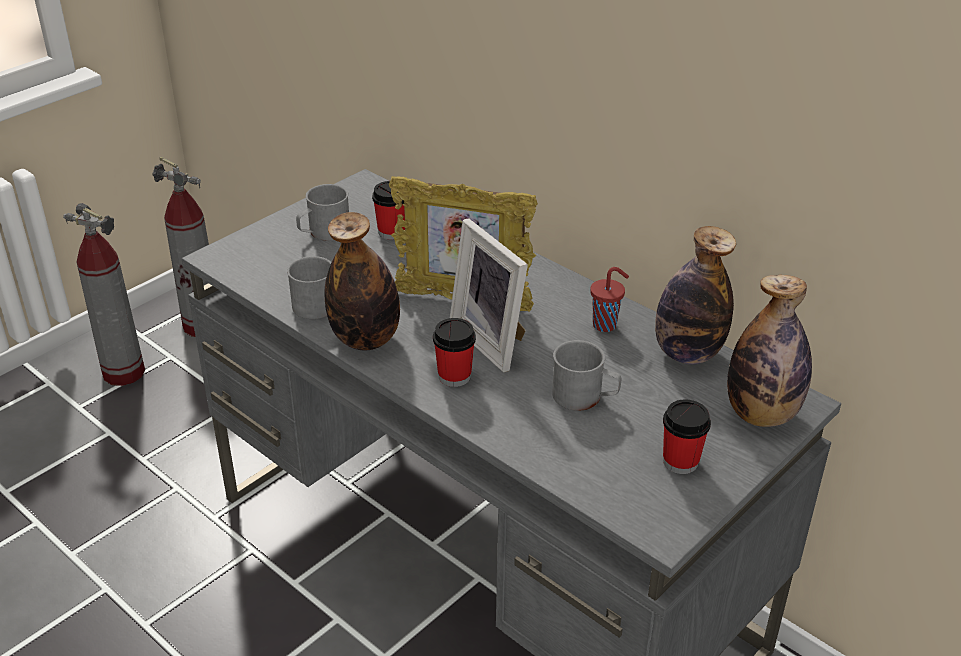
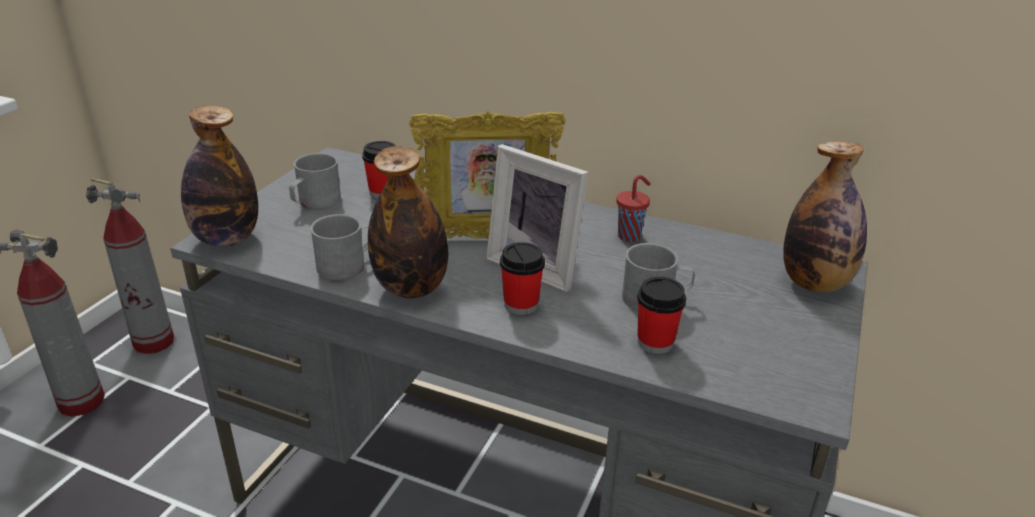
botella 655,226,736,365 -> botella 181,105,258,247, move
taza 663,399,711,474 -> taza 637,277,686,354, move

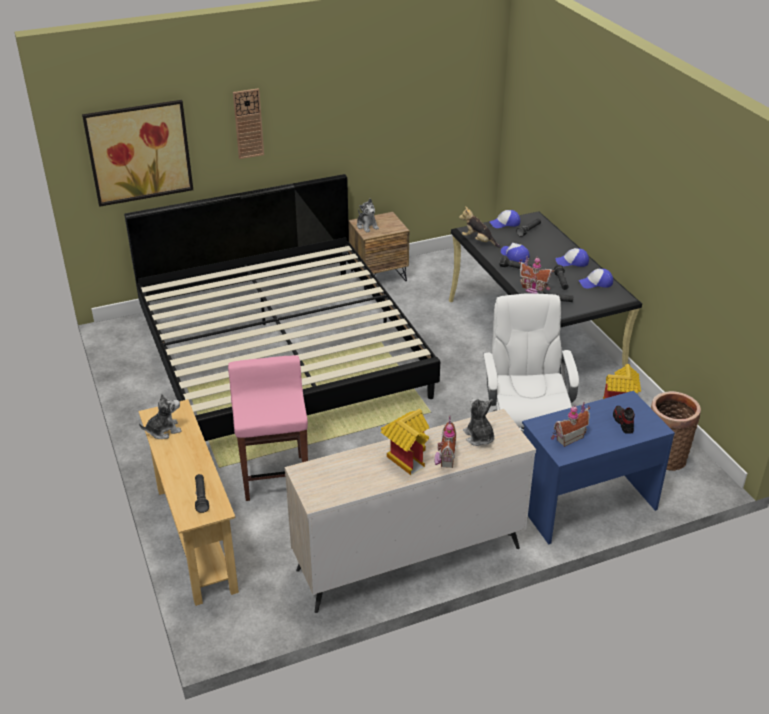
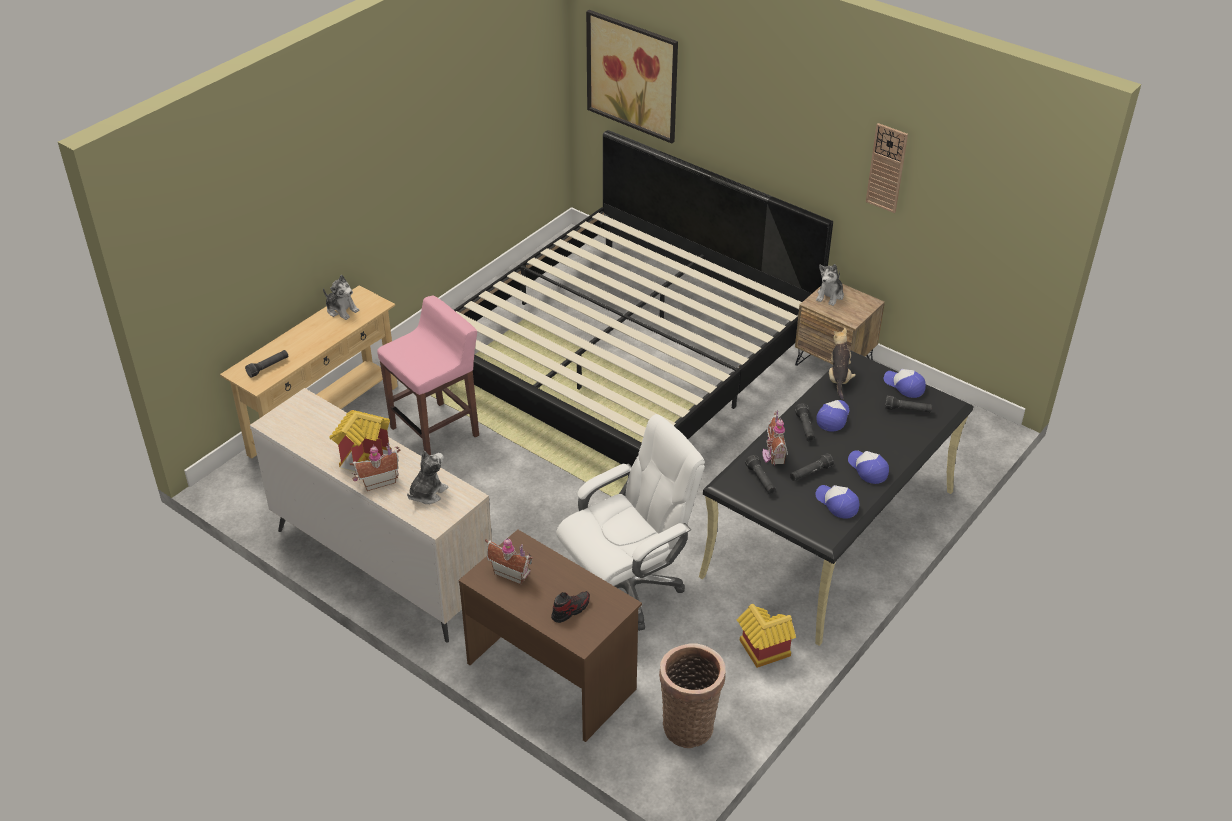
reloj de pared 233,88,264,159 -> reloj de pared 866,123,908,213, move
escritorio (azul) 522,391,675,545 -> escritorio (marrón) 458,529,642,742

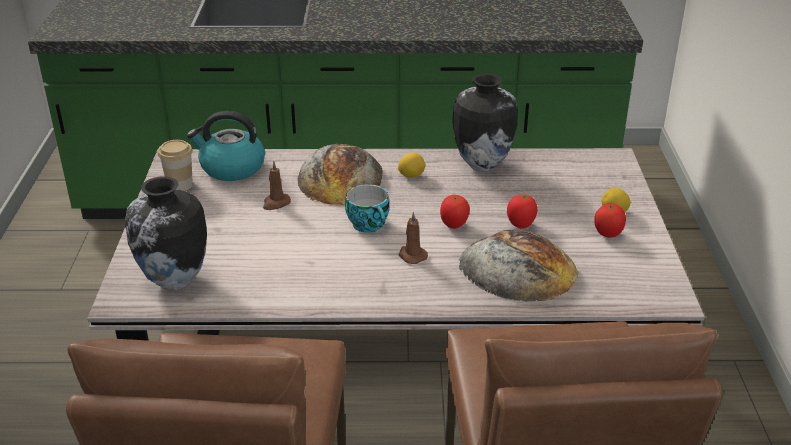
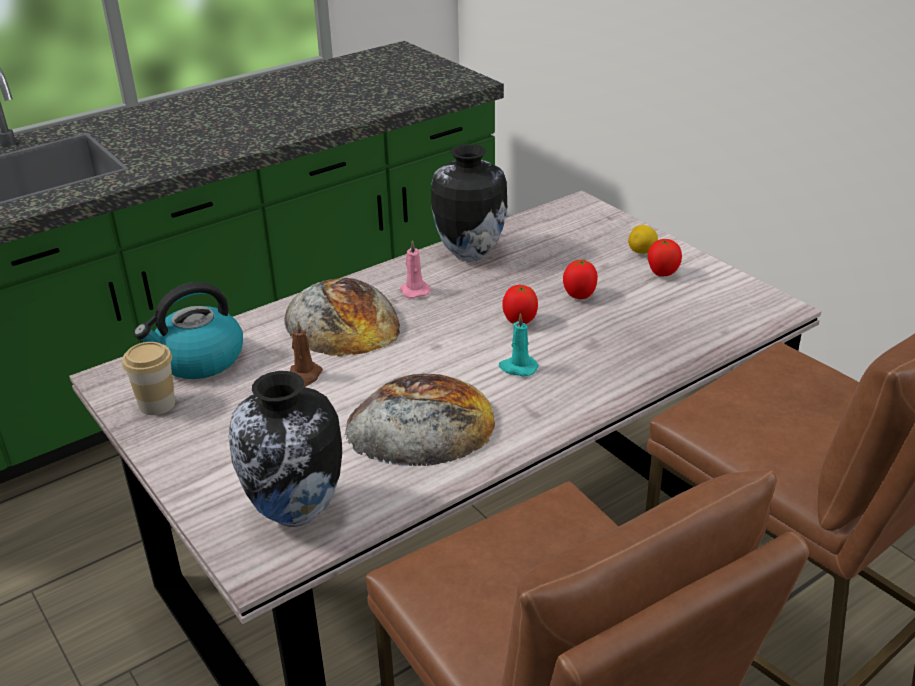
taza 345,184,390,233 -> none
limón 398,153,425,178 -> vela (rosa) 400,240,431,298
vela (marrón) 399,212,428,264 -> vela (turquesa) 499,313,539,377
pan 459,229,578,302 -> pan 345,374,495,466, move

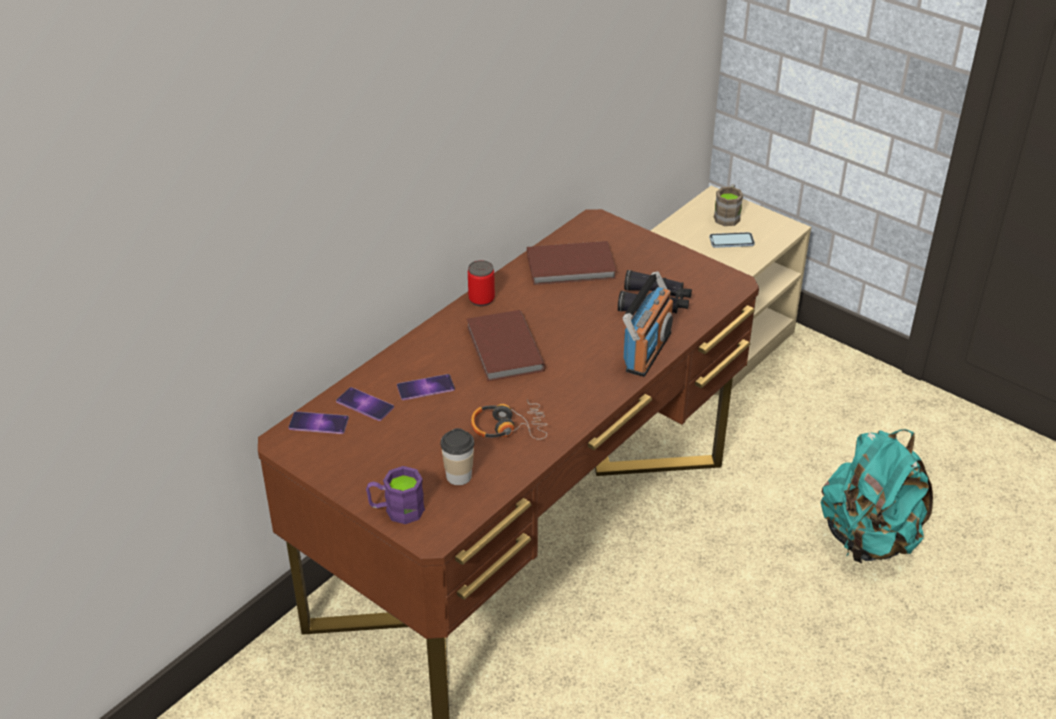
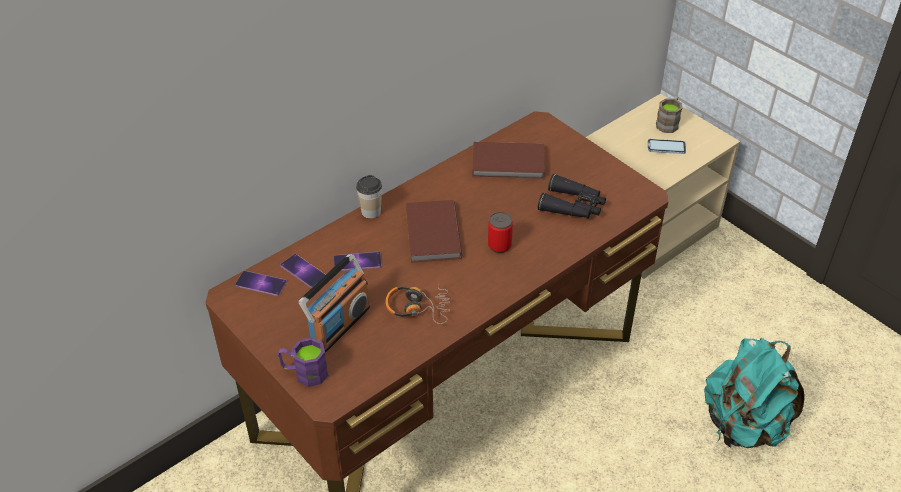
taza 441,428,474,485 -> taza 356,175,382,219, move
lata 468,260,495,306 -> lata 488,212,513,253, move
radio 623,271,673,377 -> radio 299,254,370,352, move

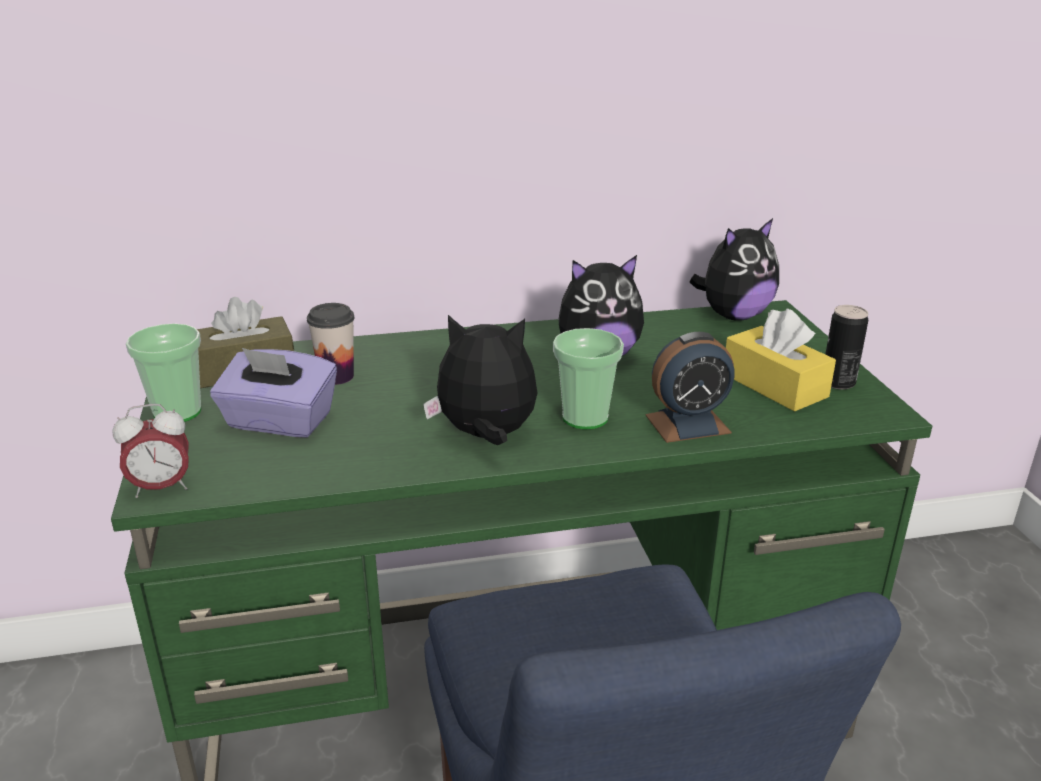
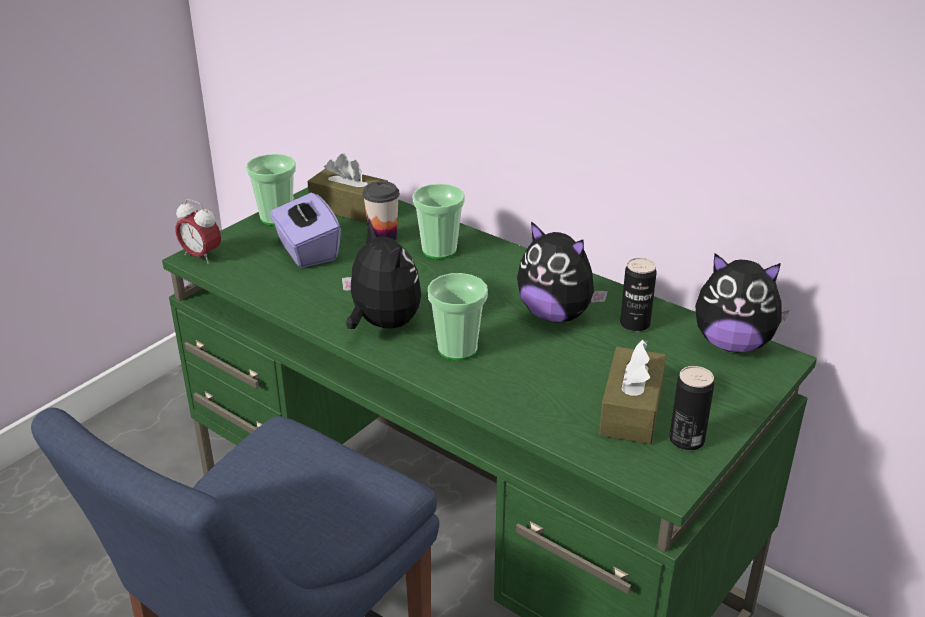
despertador 645,332,734,443 -> none
caja de pañuelos (amarillo) 726,309,836,412 -> caja de pañuelos (marrón) 599,339,666,444
none -> taza 413,184,465,259
none -> lata 620,258,657,332

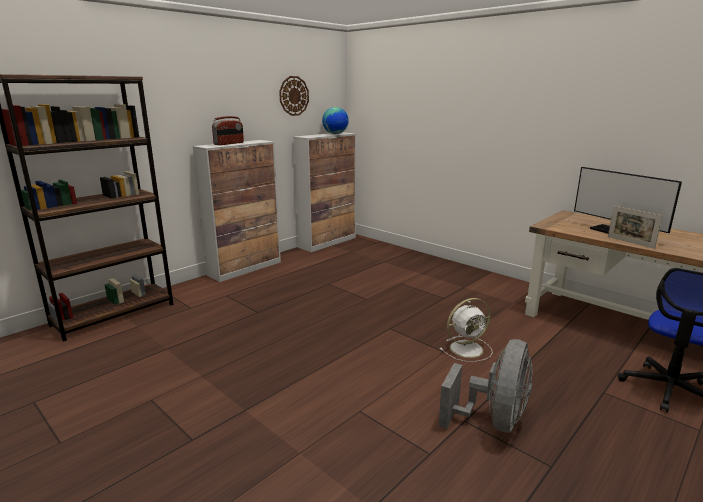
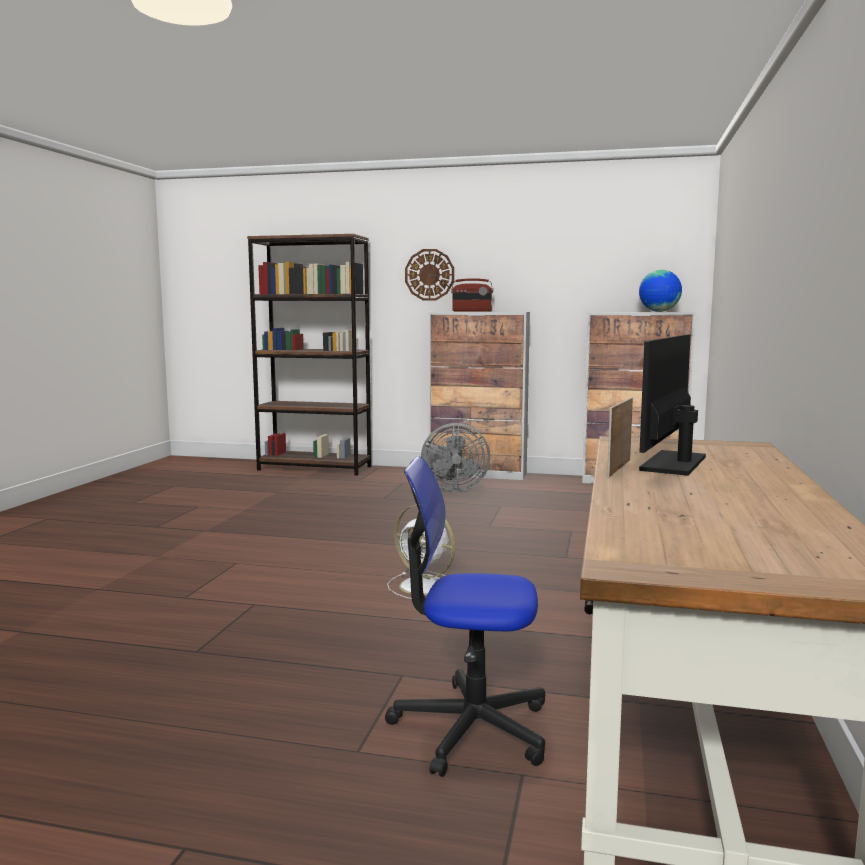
reloj de pared 279,76,309,116 -> reloj de pared 405,249,454,300, move
ventilador (gris) 438,339,532,433 -> ventilador (gris) 421,423,490,492, move

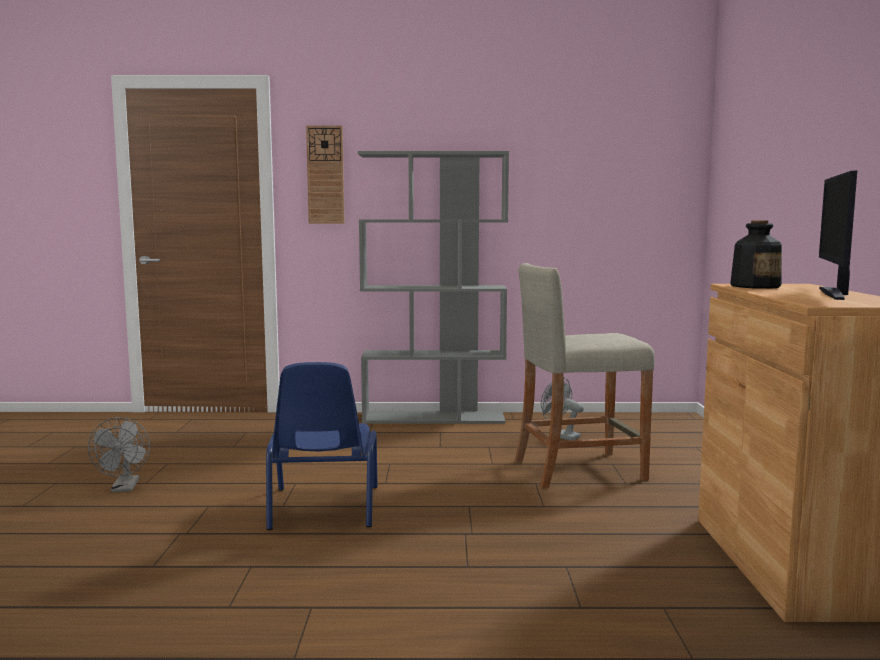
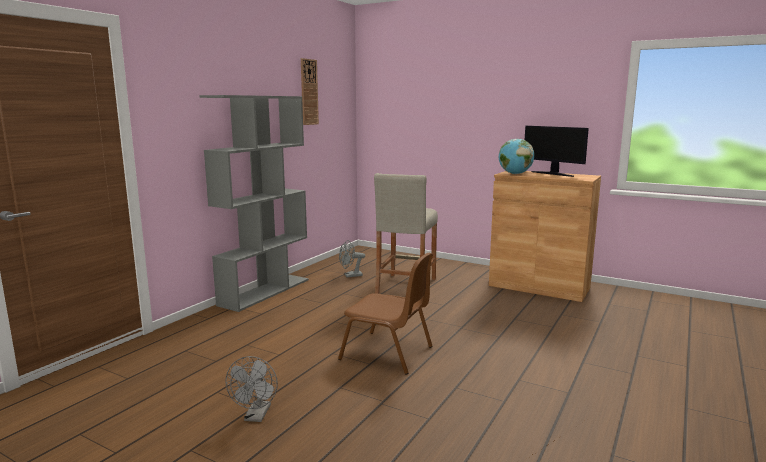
ventilador (gris) 88,417,150,492 -> ventilador (gris) 225,356,278,422, 75 degrees clockwise
silla (azul) 266,362,378,530 -> silla (marrón) 338,253,433,374
reloj de pared 306,126,345,224 -> reloj de pared 301,58,319,125, move
botella 730,220,782,289 -> globo terráqueo 499,139,534,174

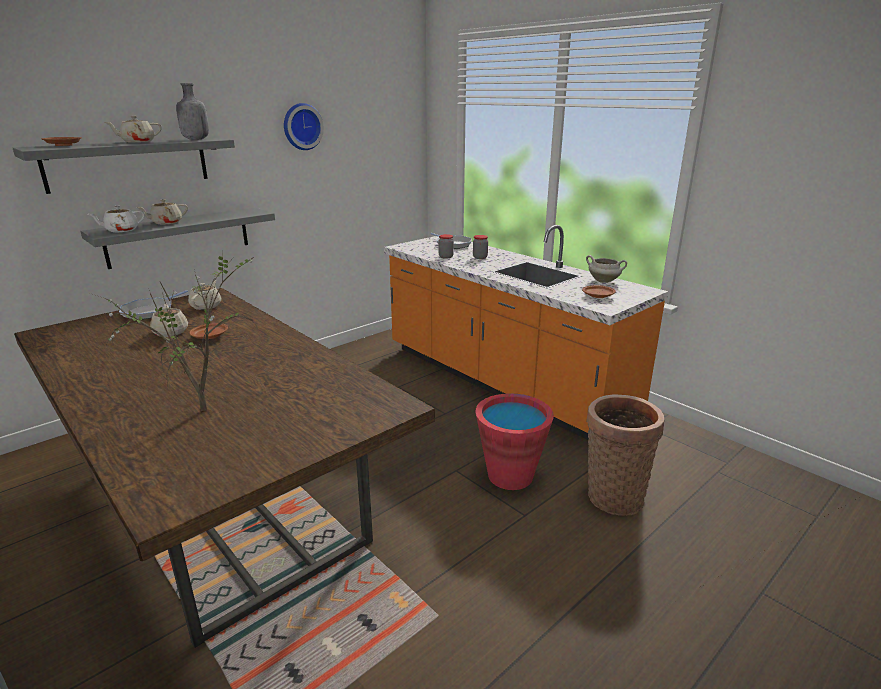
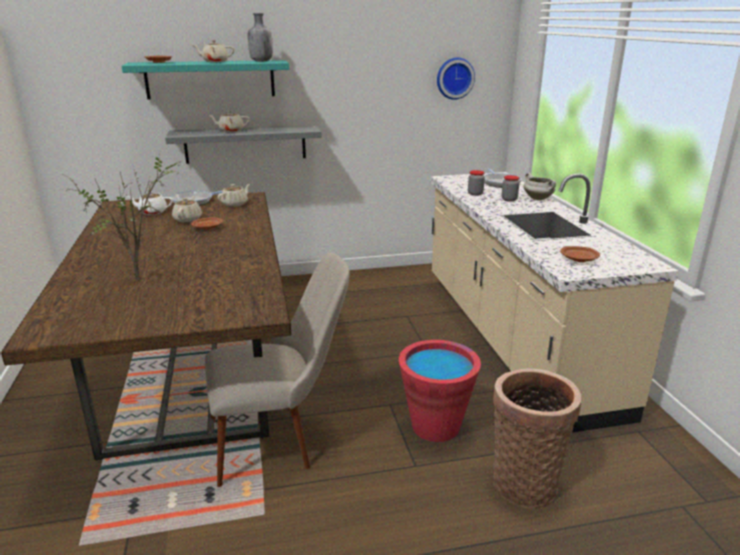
estante (gris) 13,137,235,194 -> estante (turquesa) 122,60,289,99
tetera (blanco) 88,206,145,232 -> tetera (blanco) 126,191,173,215, move
reloj de pared 284,103,324,150 -> reloj de pared 437,58,475,100, move
mueble bajo de cocina (naranja) 384,225,668,440 -> mueble bajo de cocina (beis) 430,172,679,433
olla (blanco) 586,255,627,283 -> olla (blanco) 524,173,556,200, move
none -> silla (beis) 205,253,350,487

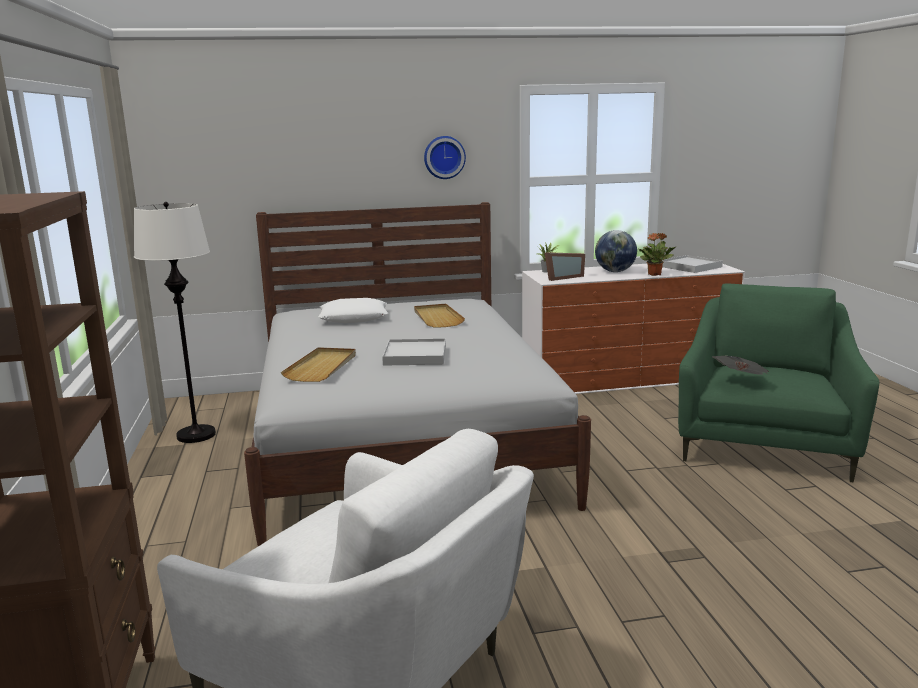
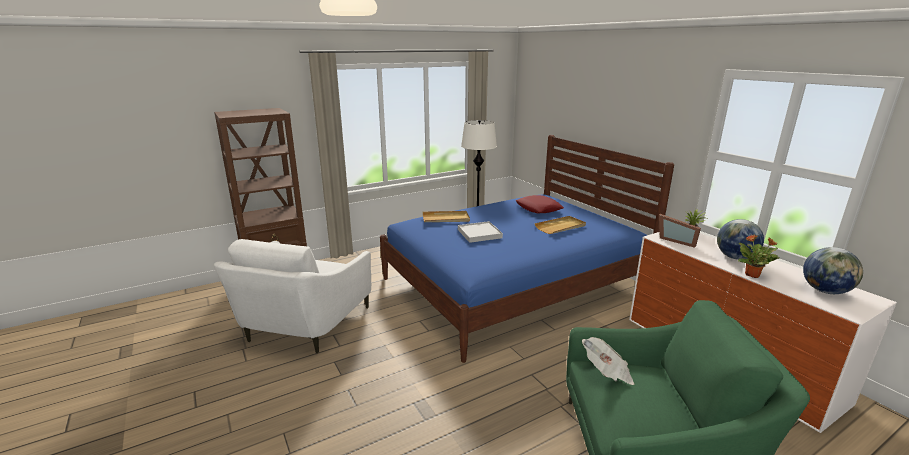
cama (blanco) 244,202,591,546 -> cama (azul) 380,135,674,363
cojín (blanco) 318,298,388,323 -> cojín (rojo) 516,195,564,213
reloj de pared 424,136,466,179 -> none
bandeja (blanco) 662,255,723,273 -> globo terráqueo 803,247,863,294

